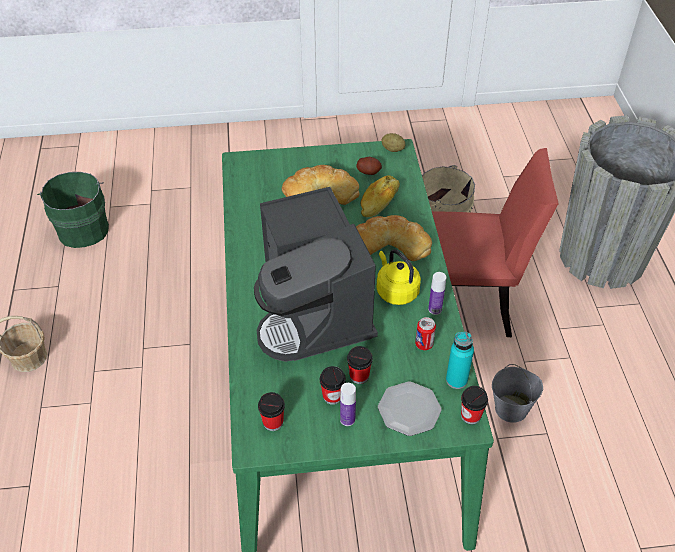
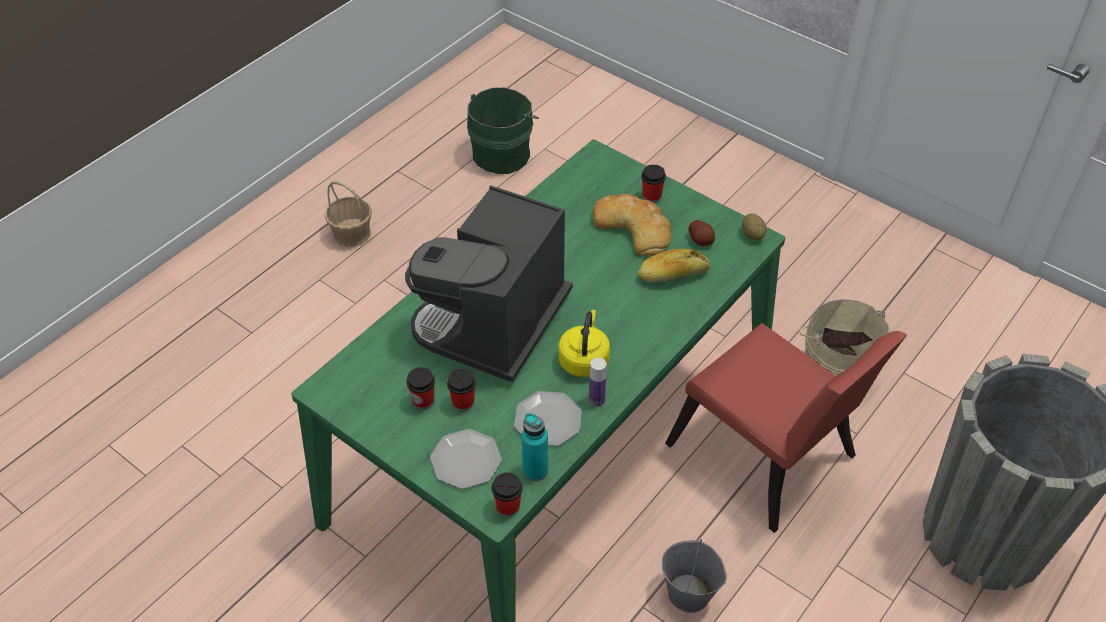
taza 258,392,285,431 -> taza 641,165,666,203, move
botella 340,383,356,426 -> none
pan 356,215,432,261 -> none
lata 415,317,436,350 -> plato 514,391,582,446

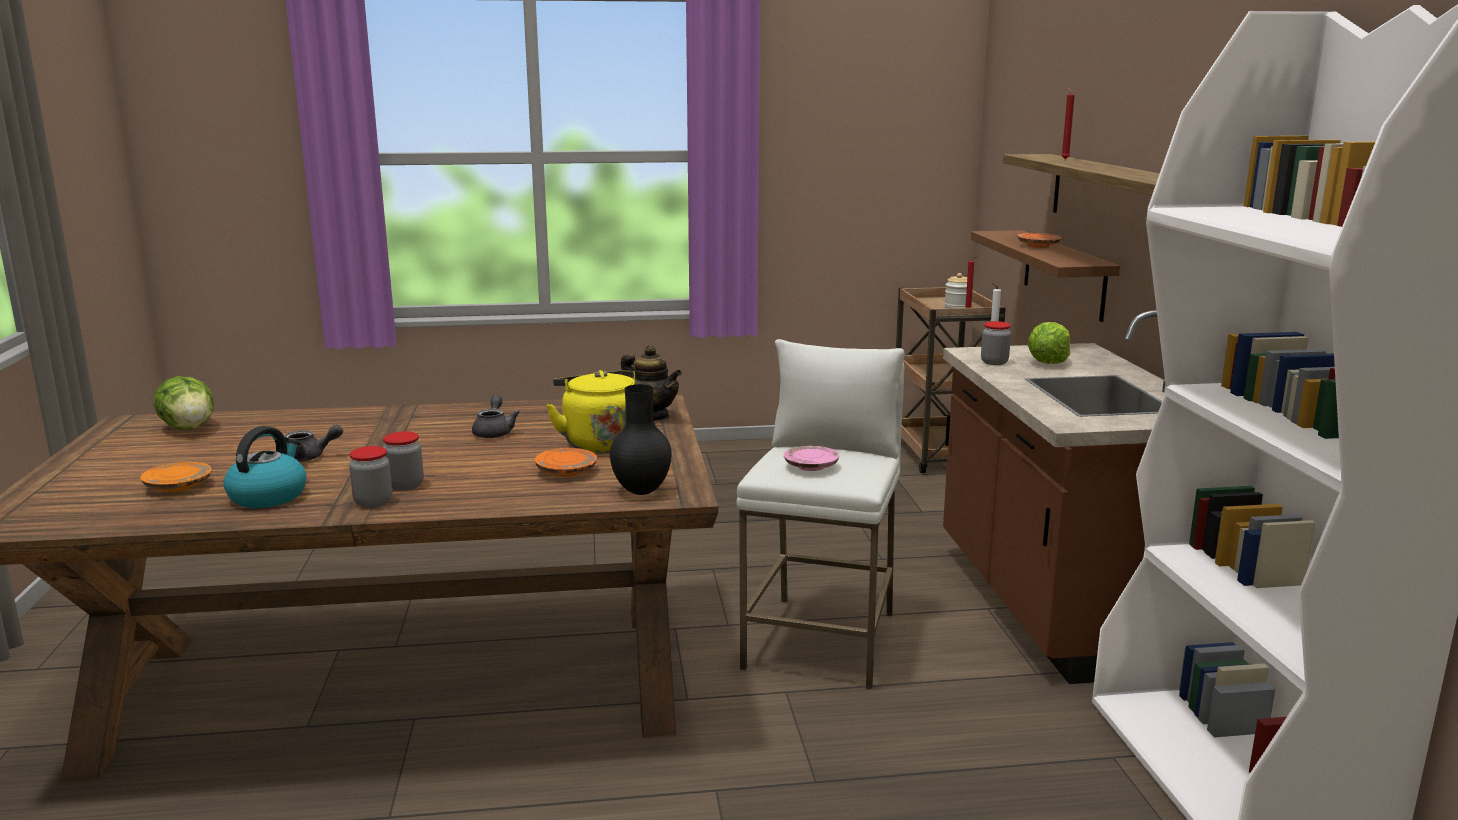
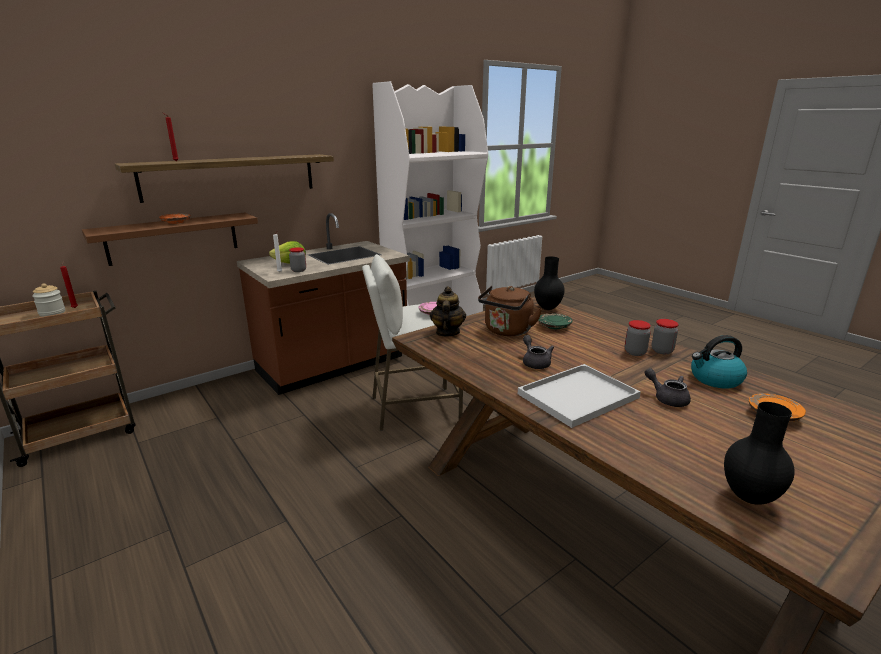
lechuga 153,376,214,430 -> florero (negro) 724,402,795,505
tetera (gris) 472,395,520,438 -> tetera (gris) 523,335,554,369, 105 degrees clockwise
plato (naranja) 534,448,597,477 -> plato (verde) 538,313,573,329
hervidor (amarillo) 546,370,636,453 -> hervidor (marrón) 478,286,542,336
none -> bandeja (blanco) 518,364,641,428

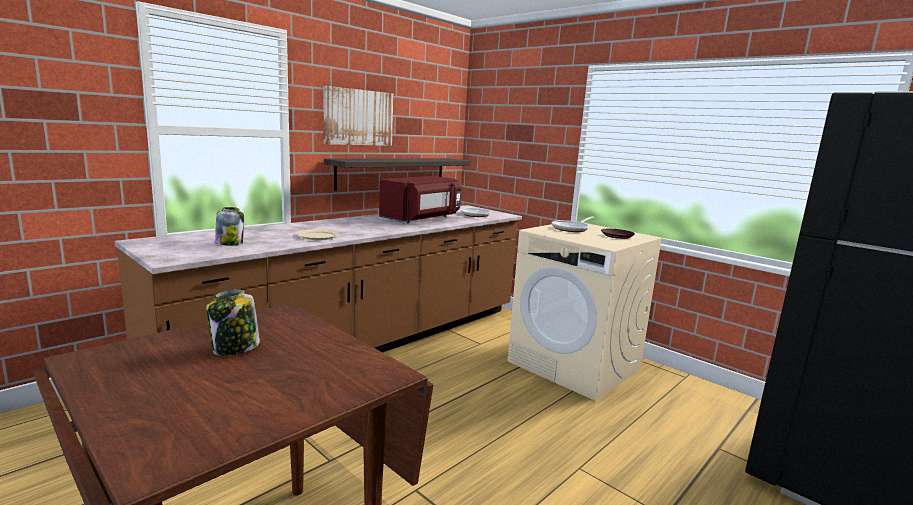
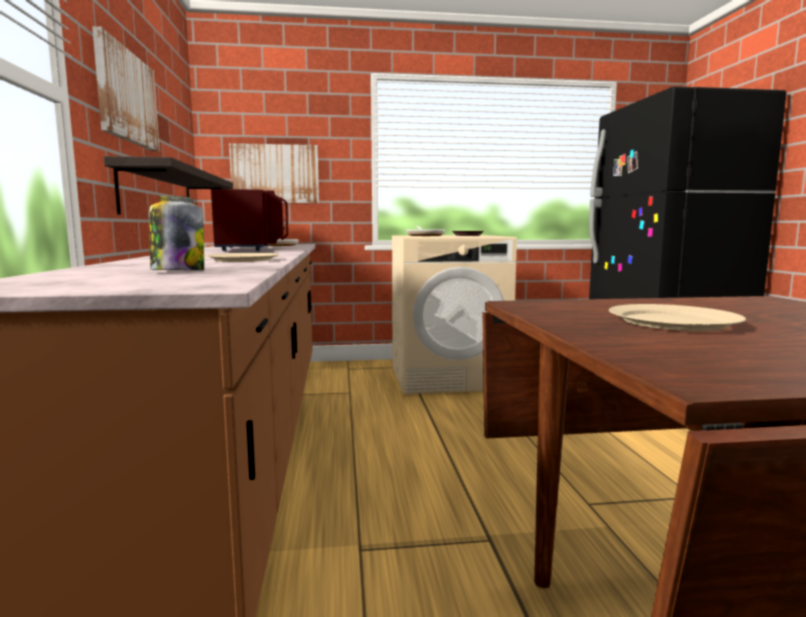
tarro 206,289,260,356 -> plato (beis) 609,304,746,331
none -> cuadro 229,143,319,203

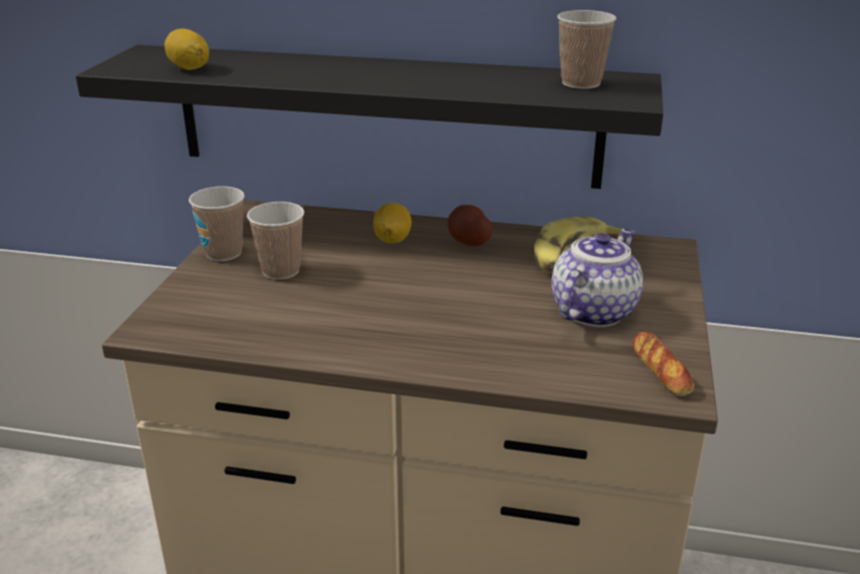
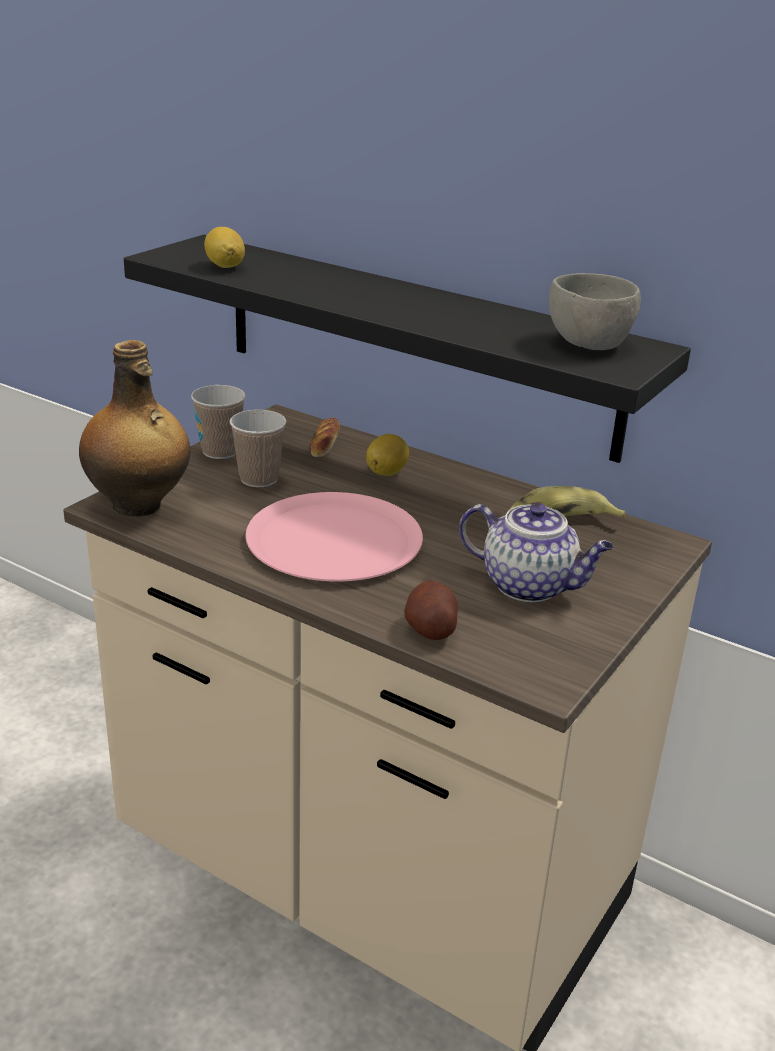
patata 448,205,493,246 -> patata 404,580,458,640, move
tetera 552,228,643,327 -> tetera 459,503,614,602, 60 degrees clockwise
taza 557,10,616,89 -> cuenco (gris) 549,273,641,350
pan 632,332,694,396 -> pan 311,418,340,457, move
none -> botella 79,340,190,517
none -> plato (rosa) 245,492,423,581

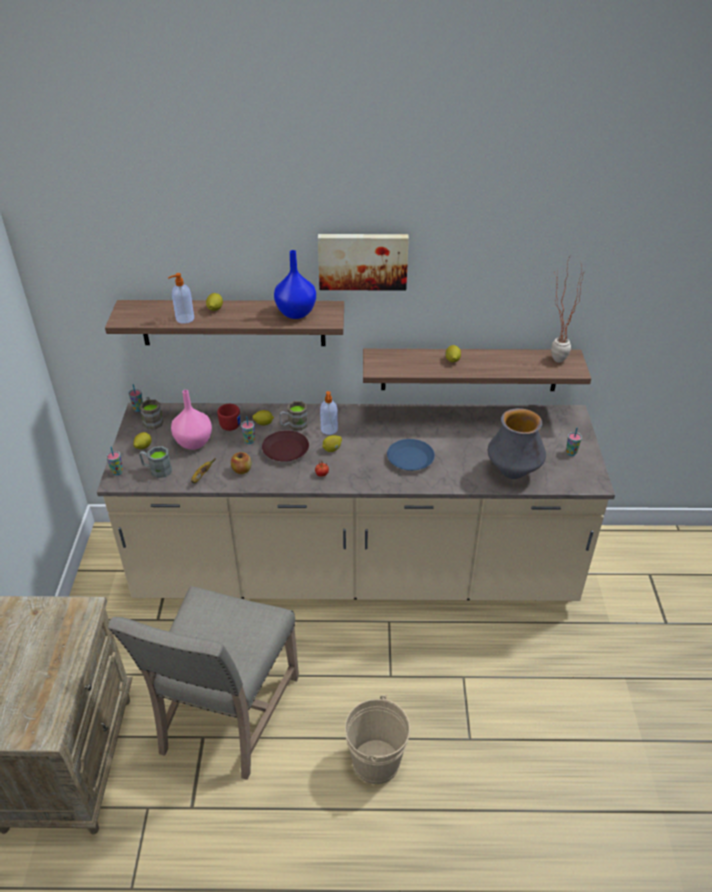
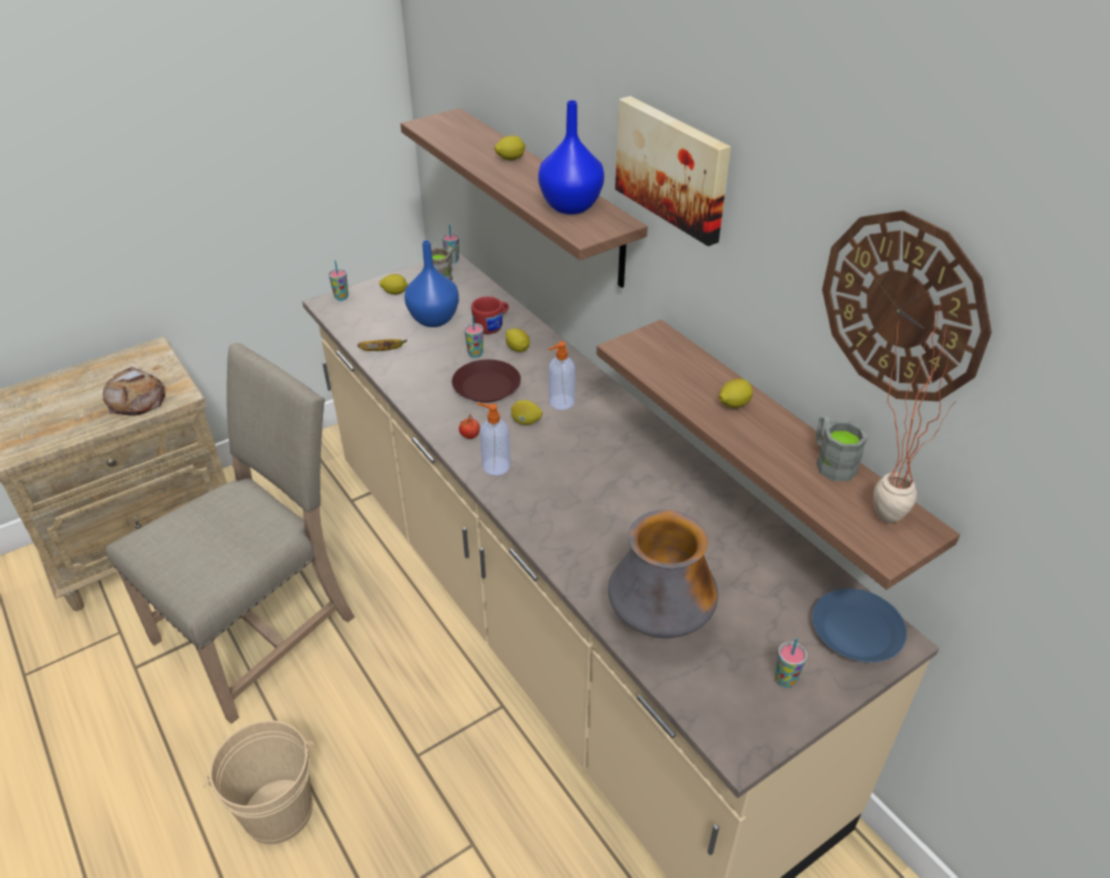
silla (beis) 108,586,299,780 -> silla (beis) 106,343,355,724, 150 degrees clockwise
taza grande (gris) 139,446,172,478 -> taza grande (gris) 816,415,868,481, move
dispensador de jabón 168,273,194,324 -> dispensador de jabón 477,403,510,475, move
florero (rosa) 171,390,212,450 -> florero (azul) 405,240,459,327
manzana 231,452,251,474 -> none
taza grande (marrón) 279,401,308,430 -> none
plato (azul) 387,439,435,471 -> plato (azul) 812,588,907,662, move
none -> pan 103,367,165,416
none -> reloj de pared 822,210,992,401

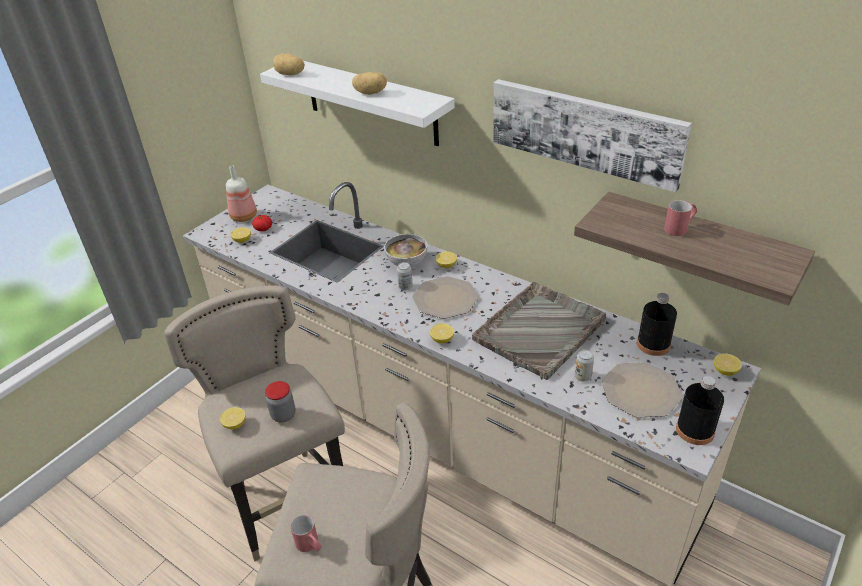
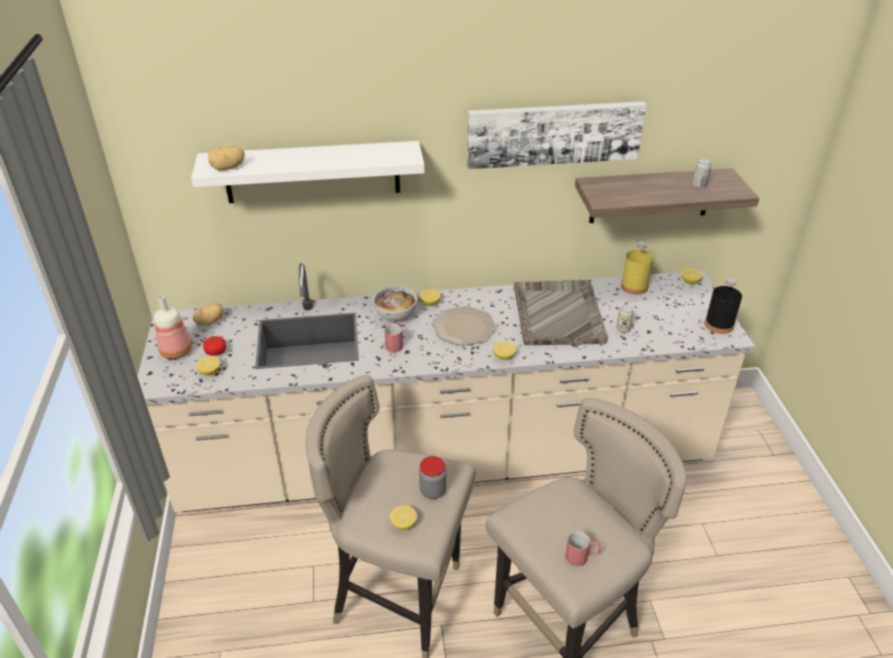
patata 352,72,387,95 -> patata 193,303,224,326, move
lata 397,262,413,290 -> lata 692,158,711,188, move
plato 602,362,682,418 -> none
botella (negro) 637,293,677,356 -> botella (amarillo) 621,241,653,295
taza grande (rojo) 664,200,697,236 -> taza grande (rojo) 385,323,403,353, move

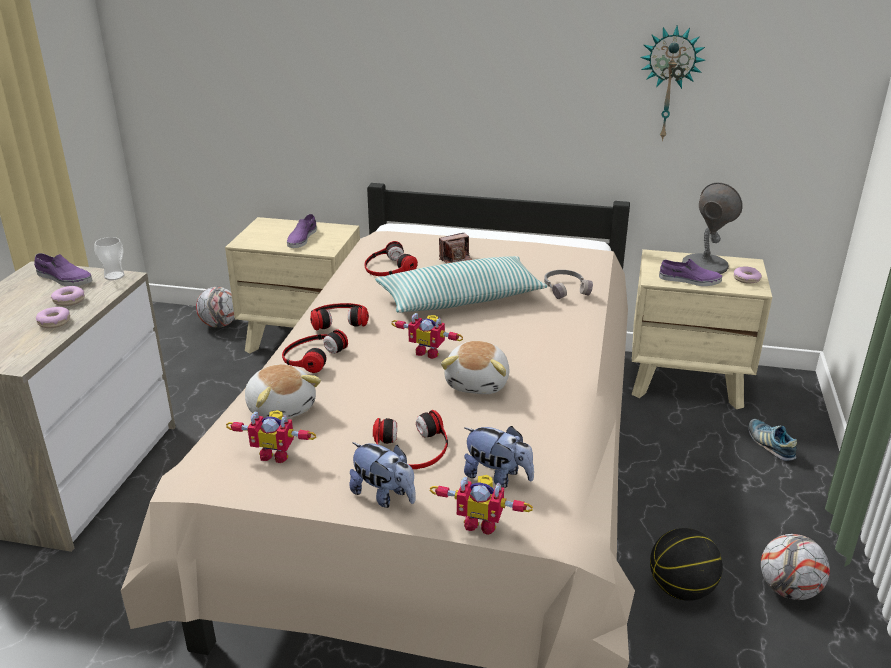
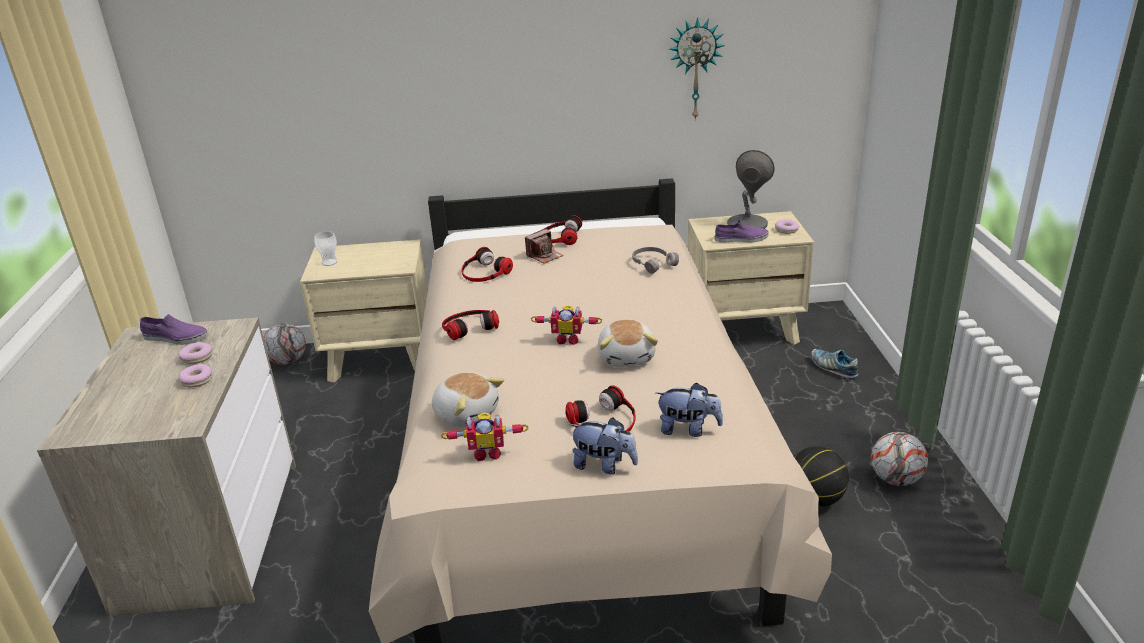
taza 94,237,125,280 -> taza 314,231,338,266, move
auriculares 282,329,348,373 -> auriculares 544,215,582,245, move
zapato (morado) 287,214,317,248 -> none
cojín 375,256,548,313 -> none
robot de juguete 430,475,533,535 -> none

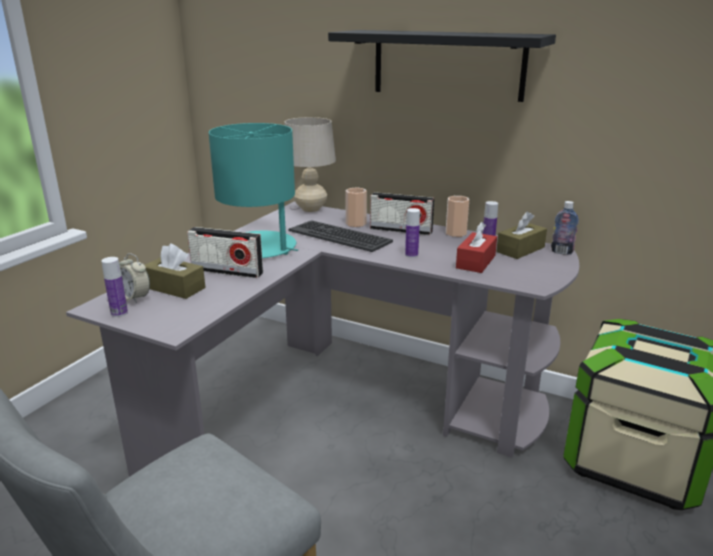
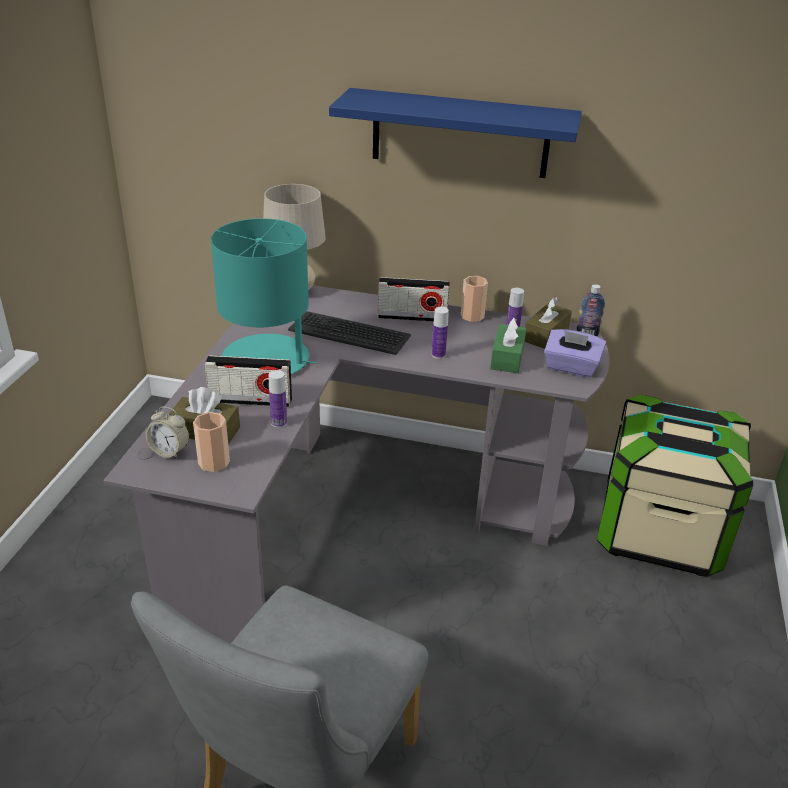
botella 101,257,128,317 -> botella 268,370,287,428, move
estante (negro) 328,30,556,102 -> estante (azul) 329,88,582,178
taza 345,187,367,227 -> taza 193,412,230,472, move
caja de pañuelos (rojo) 456,222,497,273 -> caja de pañuelos (verde) 490,318,526,373
none -> caja de pañuelos (morado) 544,329,606,378

